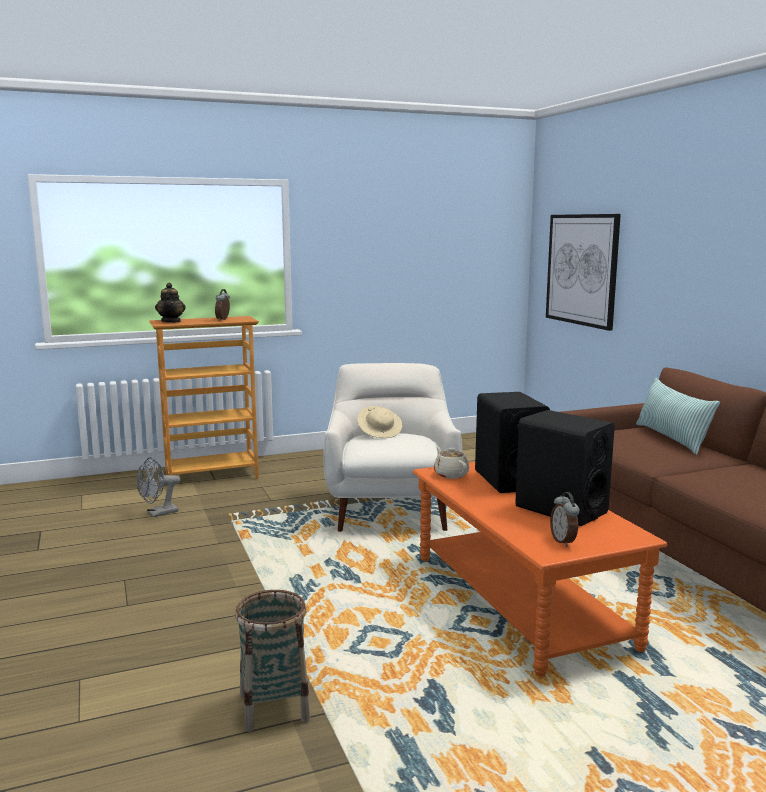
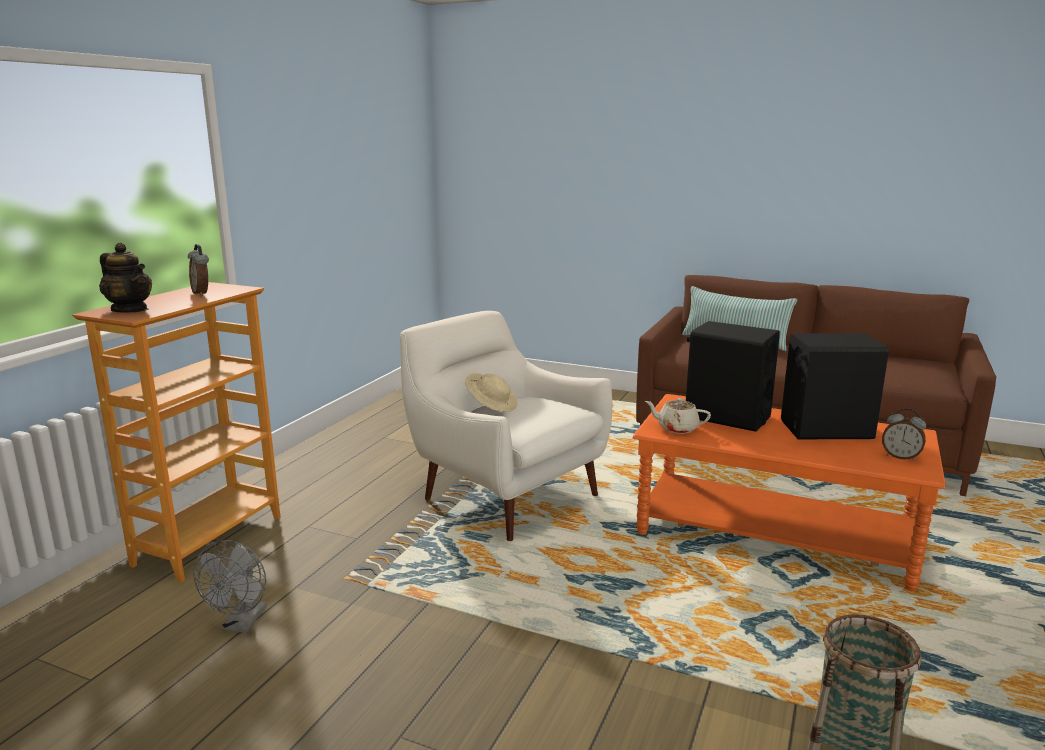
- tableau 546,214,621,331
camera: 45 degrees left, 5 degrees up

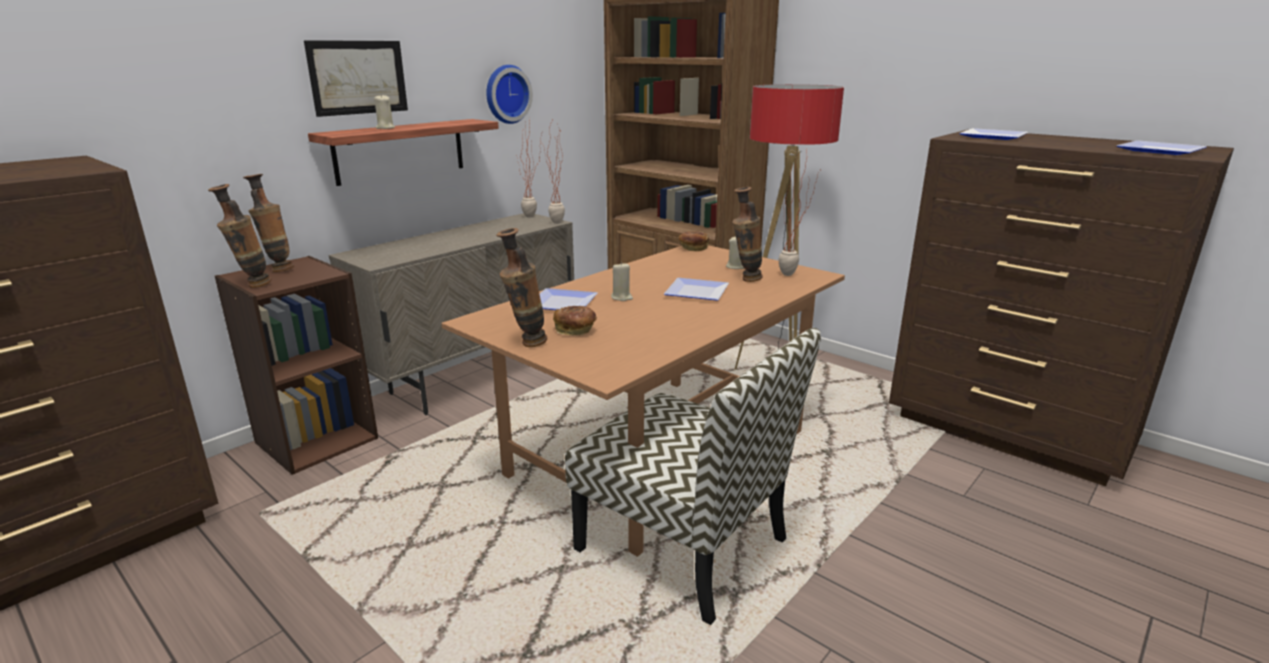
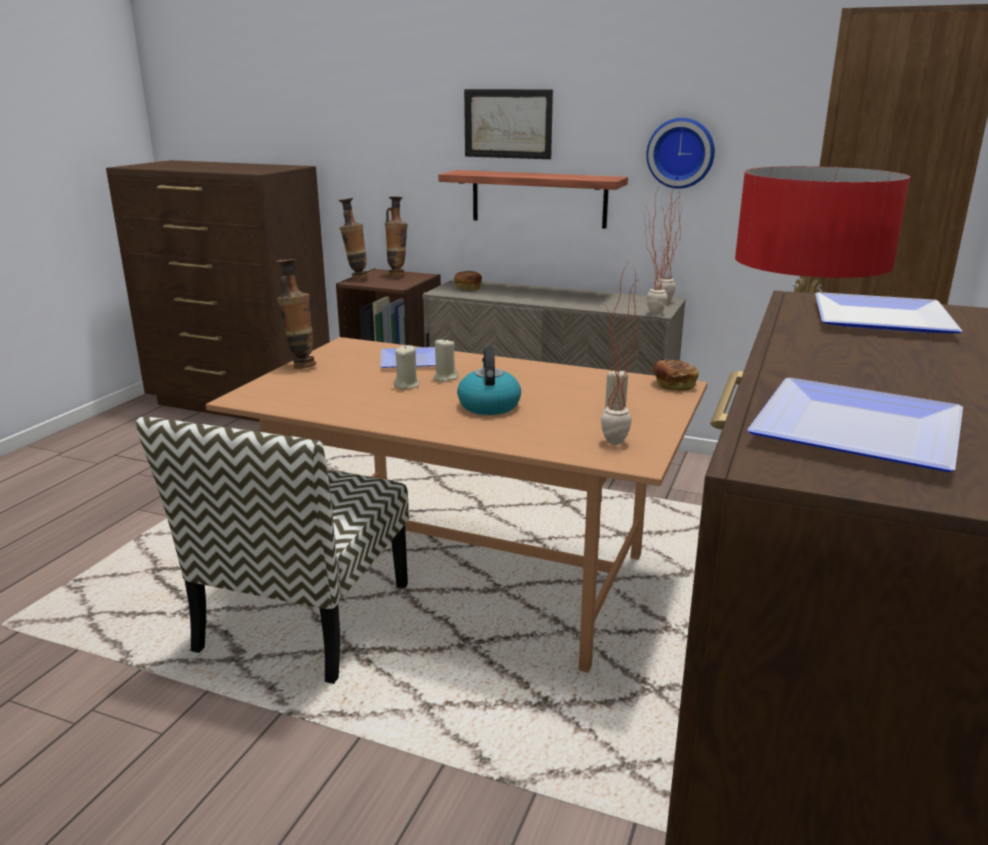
~ bougie [beige] 374,95,395,129 to 394,345,419,389
~ pain 553,306,597,336 to 454,271,482,291
~ assiette 664,278,729,301 to bouilloire 457,346,521,415
- vase 732,187,763,282
camera: 70 degrees right, 0 degrees up

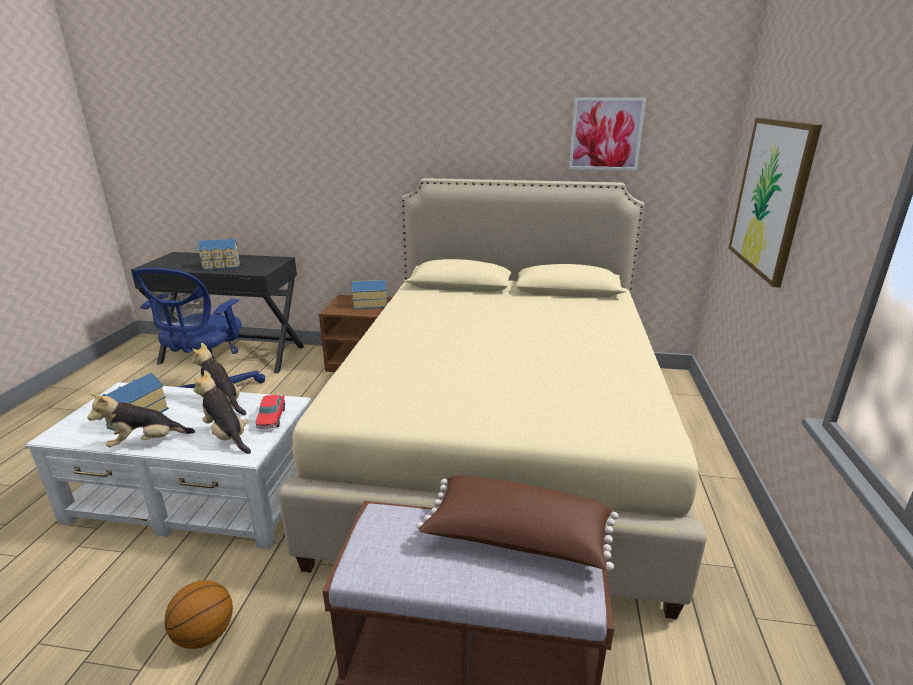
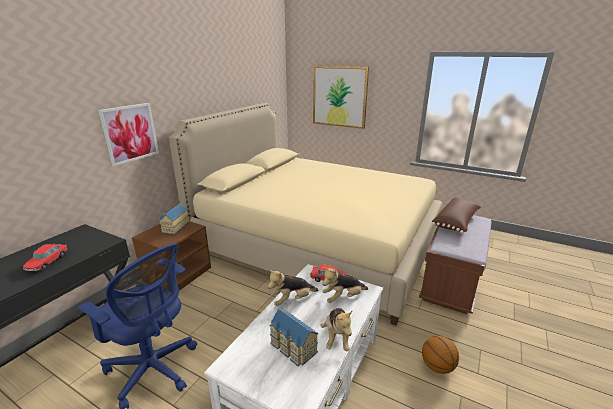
~ maison miniature 199,239,240,270 to petite voiture 23,244,67,271
~ tableau 569,97,646,170 to 98,103,159,166
camera: 70 degrees left, 0 degrees up

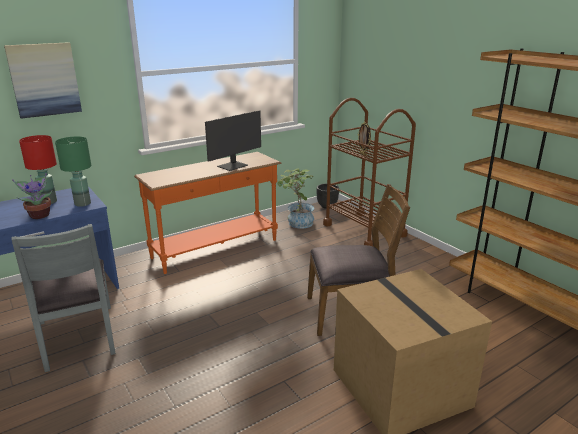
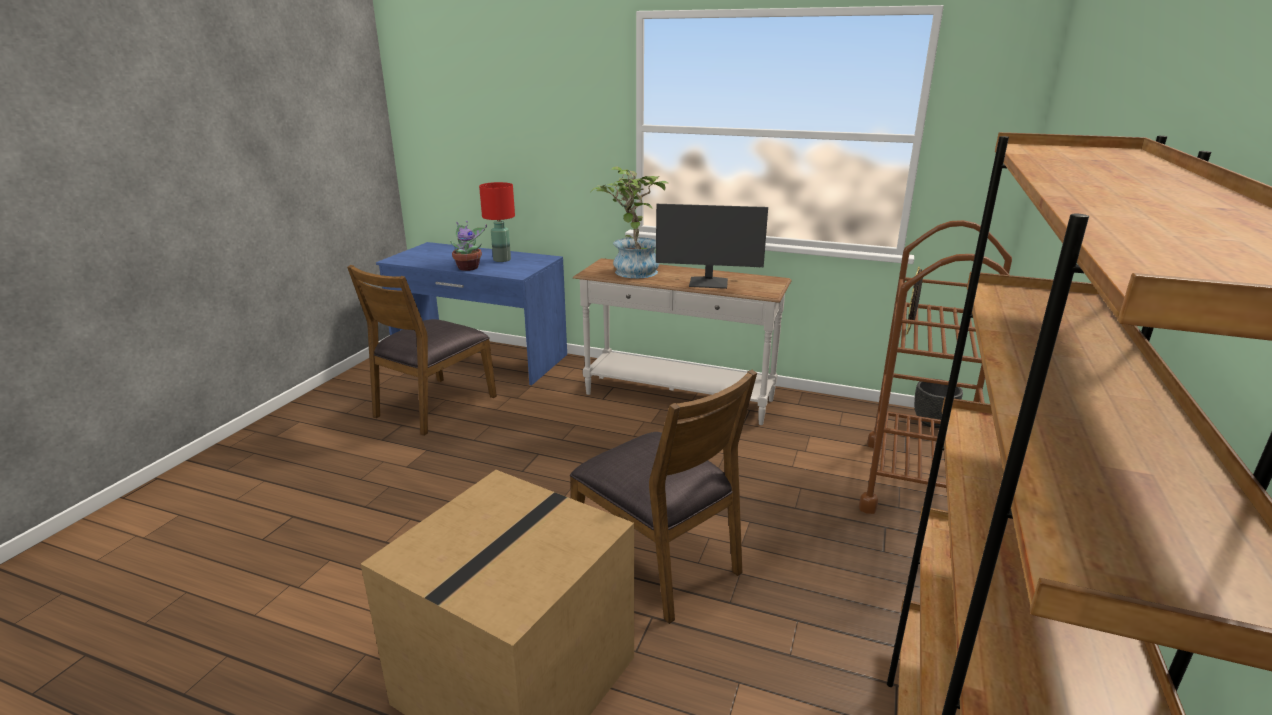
- tableau 4,42,82,119
~ chaise [gris] 11,224,116,372 to chaise [marron] 347,265,497,436
- lampe de table [vert] 55,136,91,207
~ table console [orange] 134,152,282,274 to table console [blanc] 573,258,792,425
~ plante en pot 277,168,315,229 to 590,166,669,278
camera: 55 degrees right, 0 degrees up

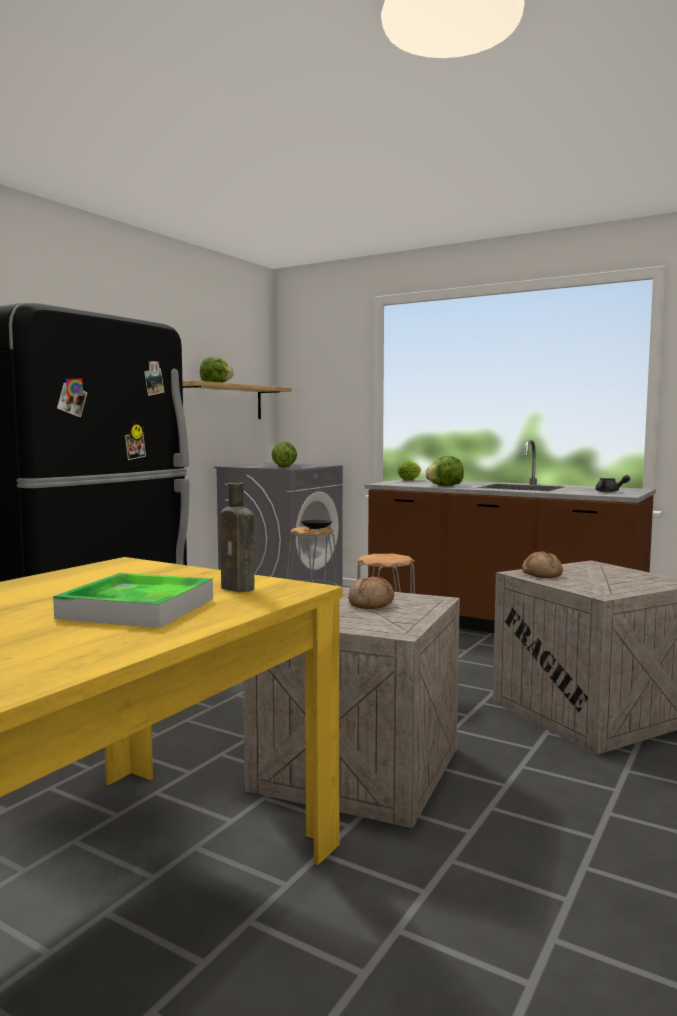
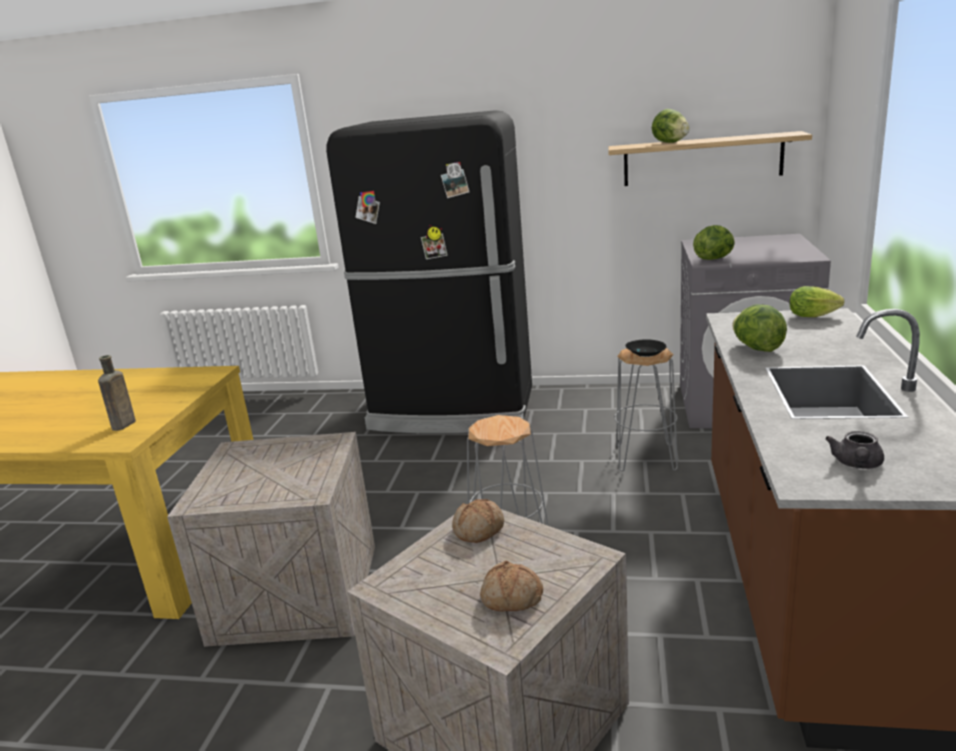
- plateau 53,573,213,628
~ pain 348,576,394,609 to 480,560,543,611
camera: 70 degrees right, 15 degrees up

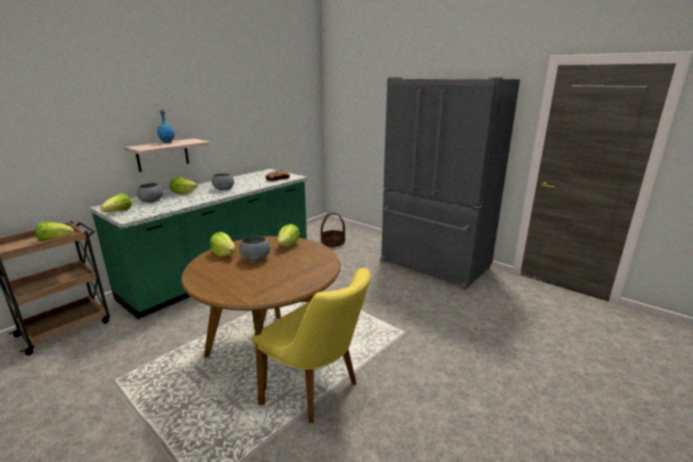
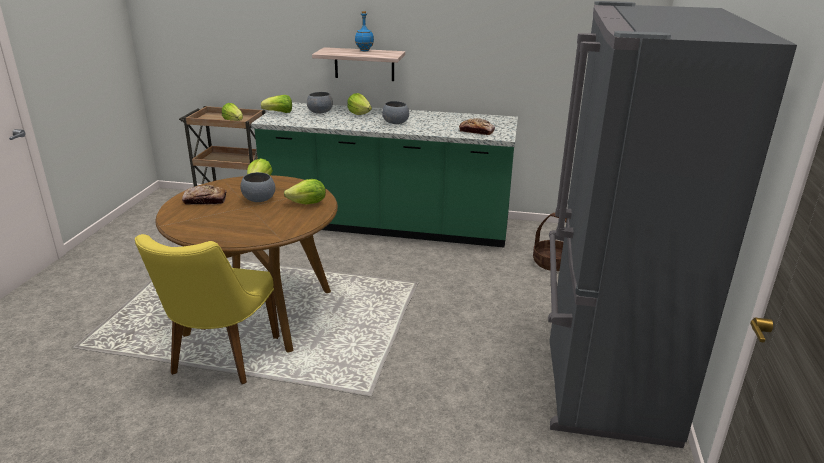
+ pain 182,185,226,205
camera: 60 degrees right, 5 degrees up

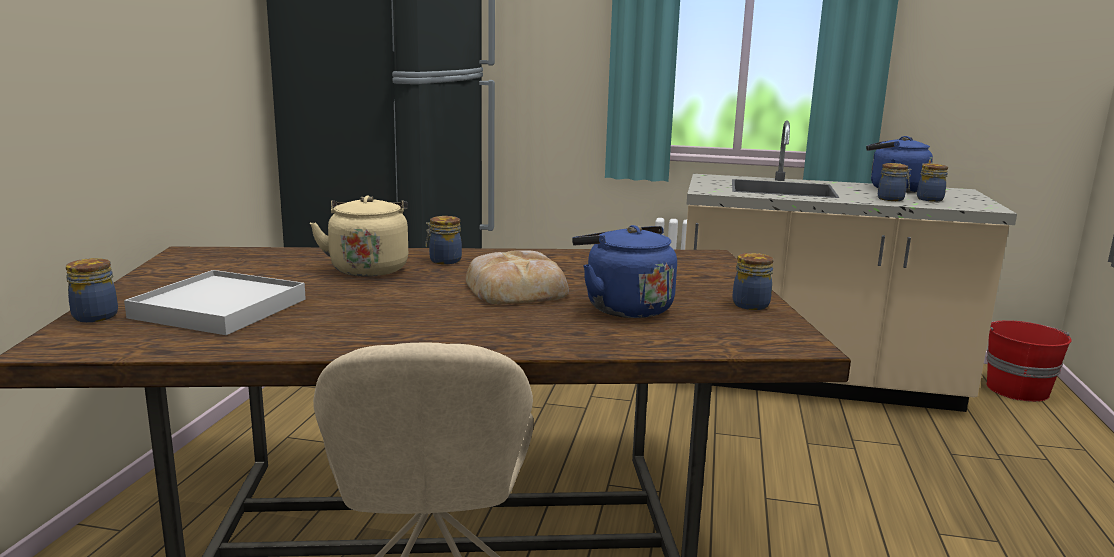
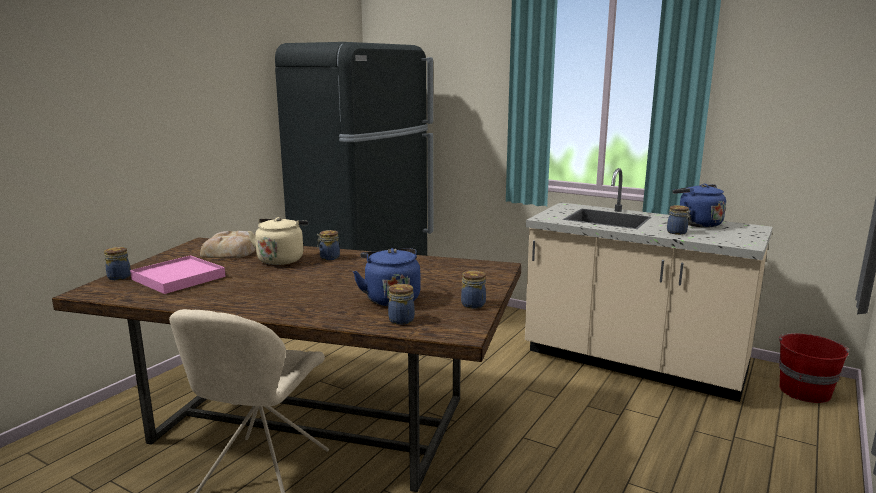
~ plateau [blanc] 124,270,306,335 to plateau [rose] 130,255,226,294
~ pain 466,250,569,304 to 200,231,256,258
~ bocal 917,163,948,202 to 388,284,415,325
camera: 20 degrees right, 0 degrees up

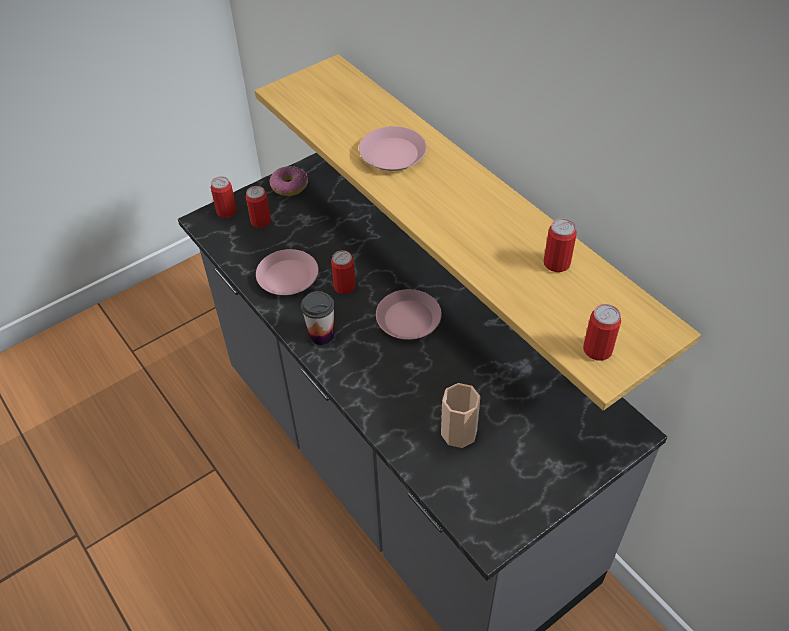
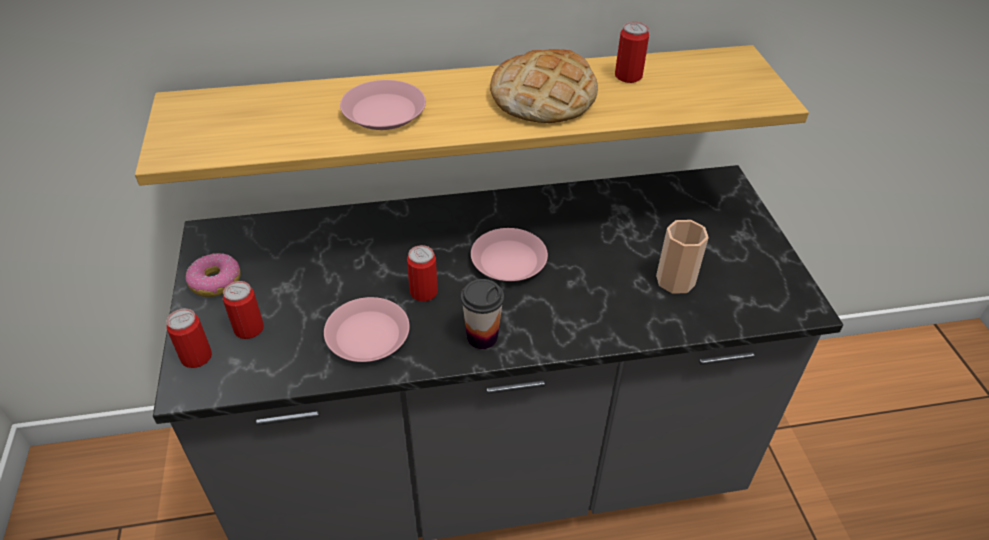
- boîte métallique 583,304,621,361
+ pain 490,49,598,123
camera: 65 degrees left, 5 degrees down

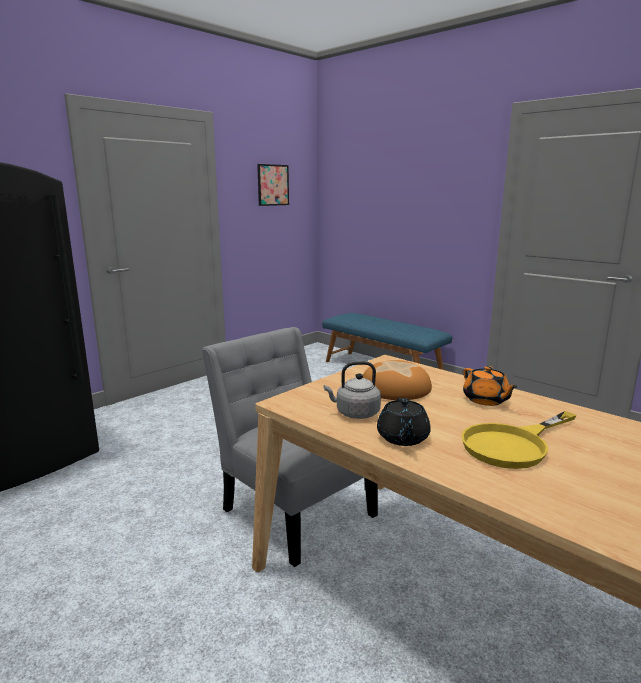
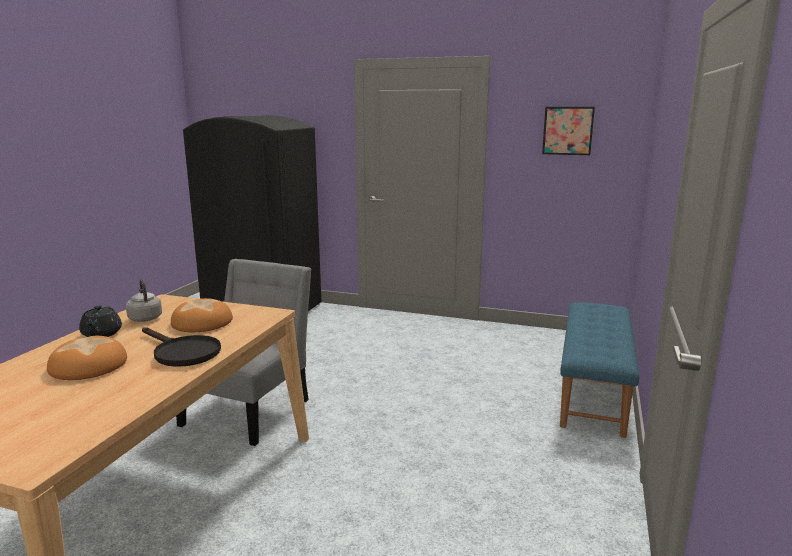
~ théière [noir] 377,397,431,446 = 79,305,122,337 75 degrees counterclockwise
~ poêle [jaune] 461,411,577,469 to pain 47,336,127,380
~ théière [orange] 463,366,518,406 to poêle [noir] 142,327,221,367
camera: 65 degrees right, 0 degrees up

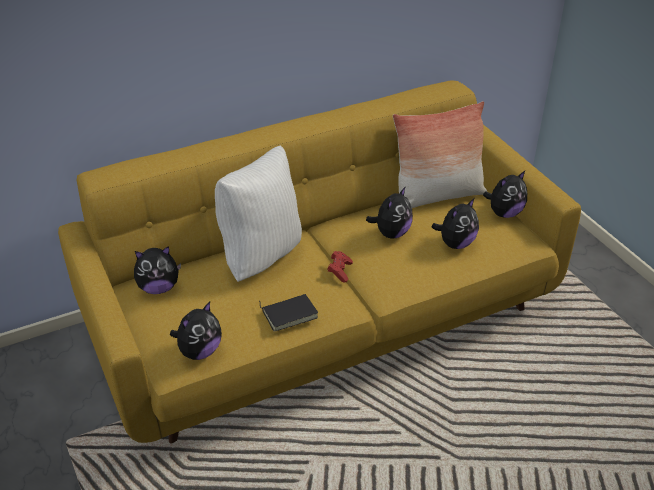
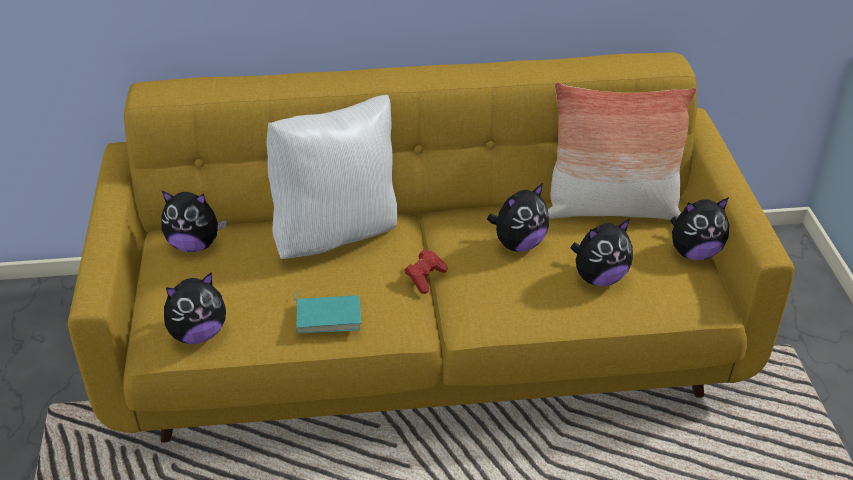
~ livre [noir] 259,294,318,332 to livre [turquoise] 294,290,361,333
camera: 20 degrees right, 0 degrees up

